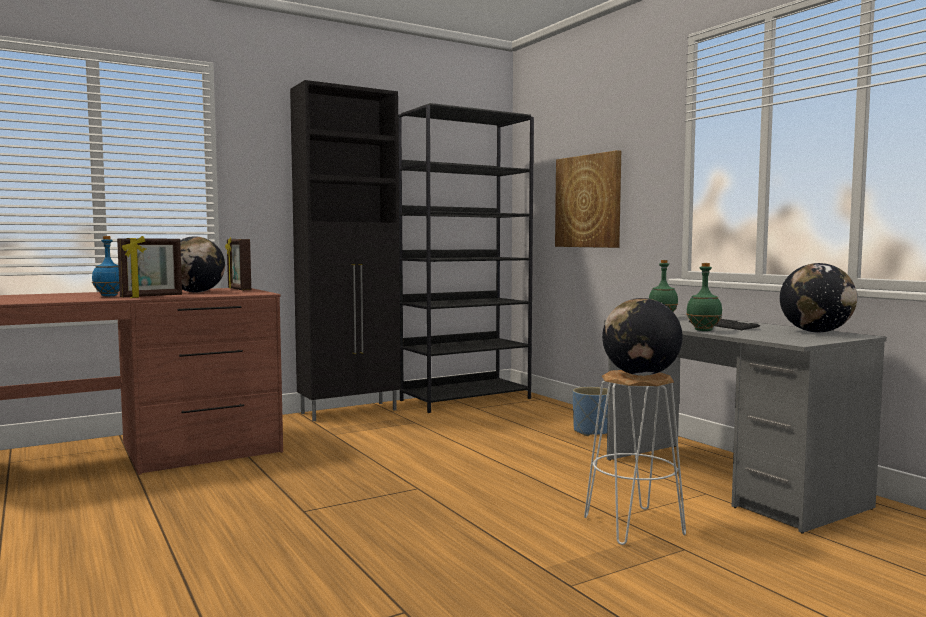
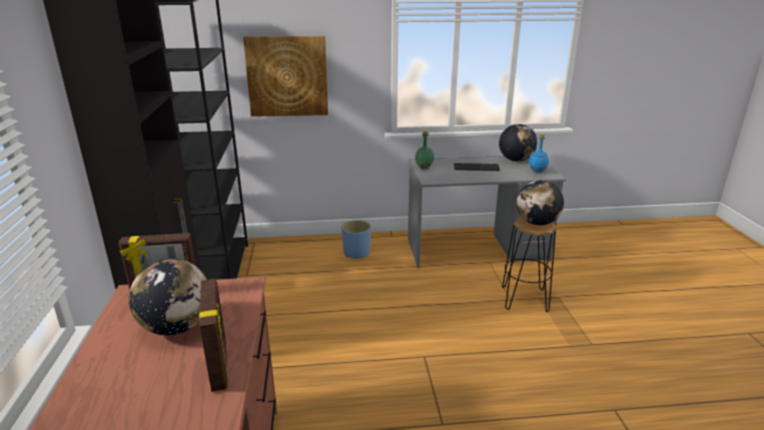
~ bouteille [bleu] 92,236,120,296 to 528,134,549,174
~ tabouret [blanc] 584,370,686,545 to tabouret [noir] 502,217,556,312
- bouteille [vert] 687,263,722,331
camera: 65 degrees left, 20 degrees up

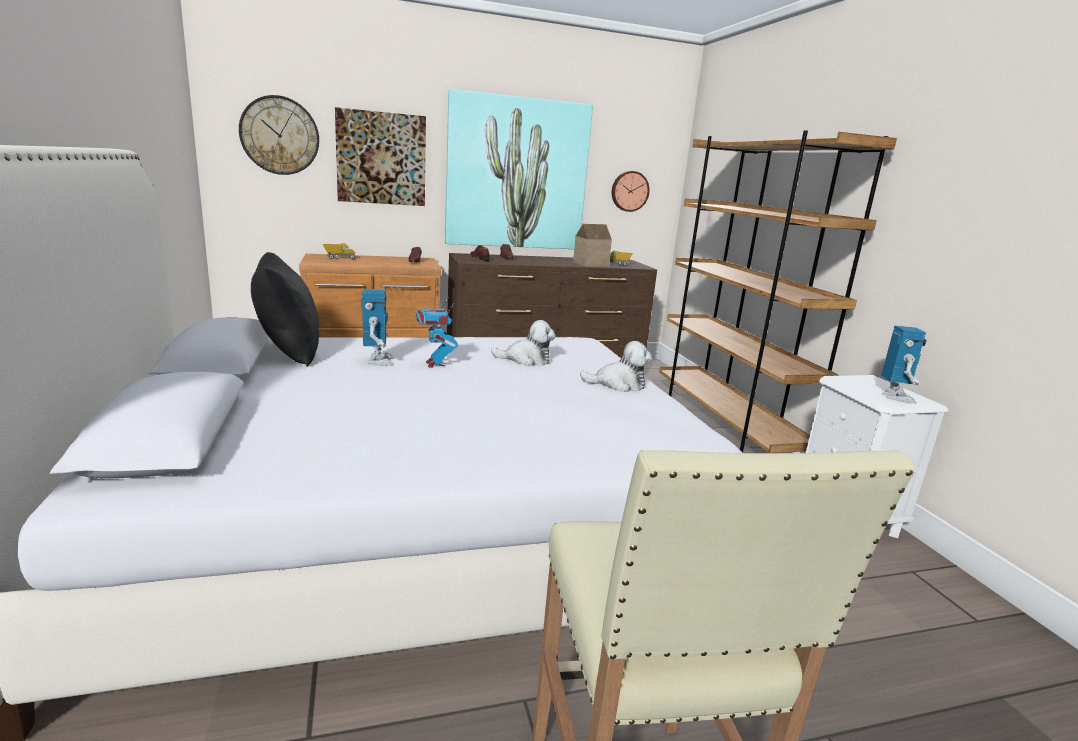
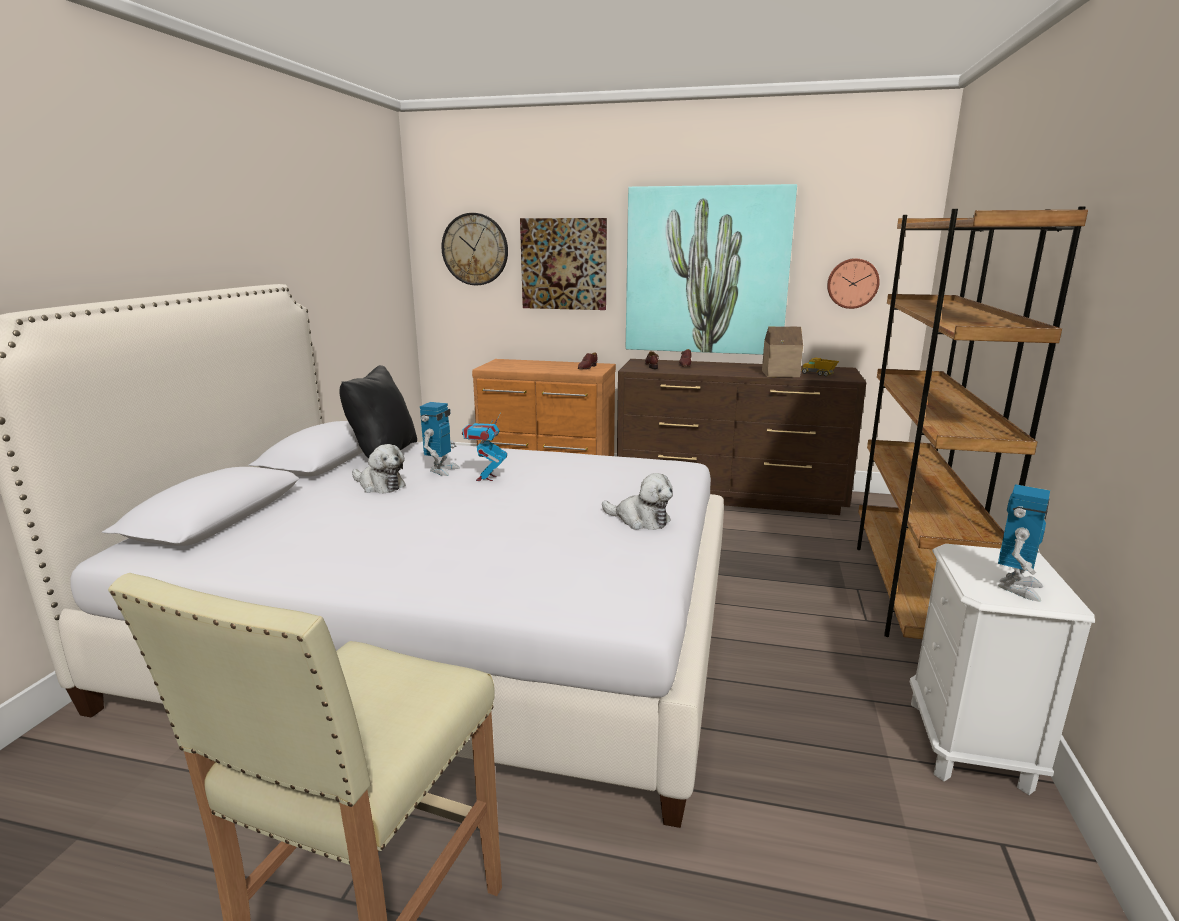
- camion jouet 323,244,355,259
~ peluche 491,320,556,366 to 352,444,406,494
camera: 30 degrees right, 0 degrees up

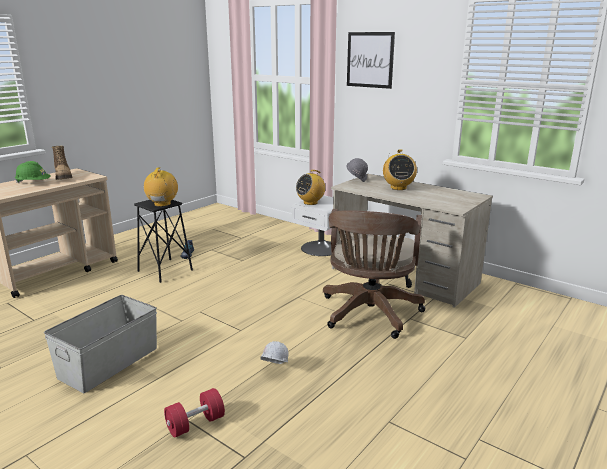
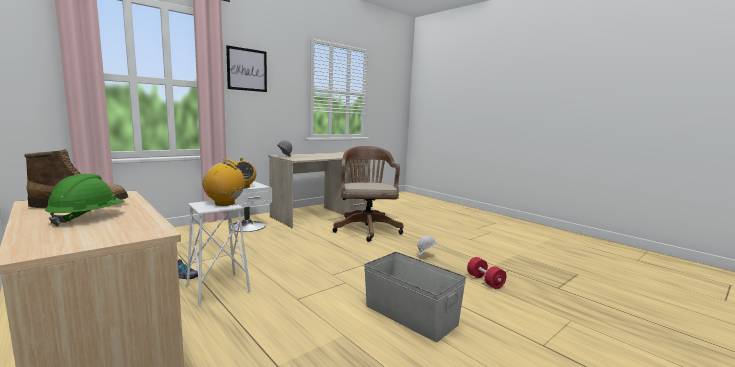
~ tabouret [noir] 134,200,193,283 to tabouret [blanc] 187,200,251,306
~ chaise de bureau [marron] 323,209,425,339 = 333,146,403,242 120 degrees counterclockwise
- radio 383,149,417,190
camera: 80 degrees left, 10 degrees down

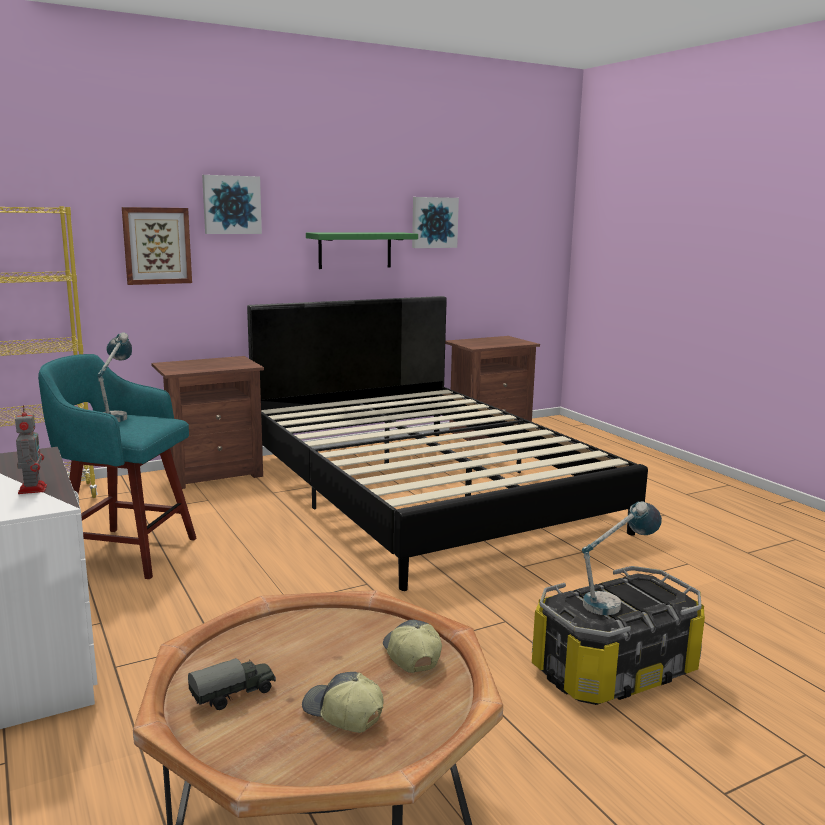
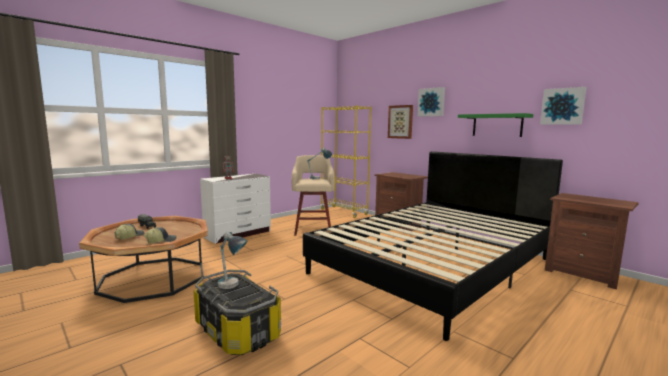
~ tabouret [turquoise] 38,354,197,579 to tabouret [beige] 292,155,335,235
camera: 75 degrees right, 5 degrees down

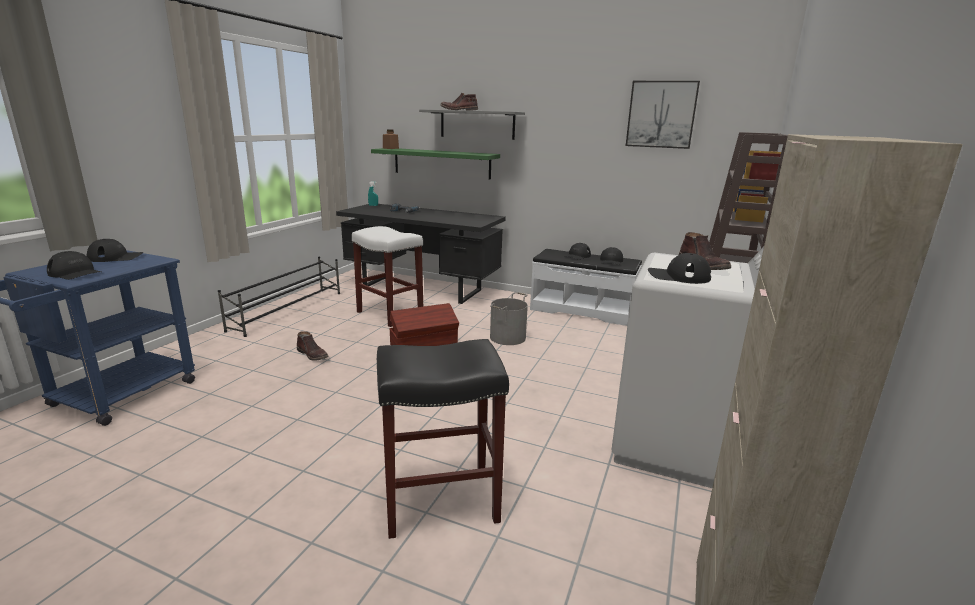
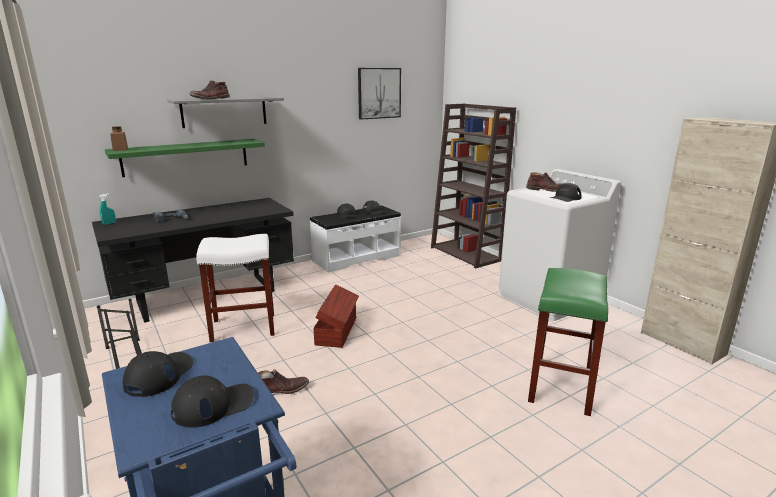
~ tabouret [noir] 377,339,509,539 to tabouret [vert] 528,268,608,416
- seau [gris] 490,292,528,345
camera: 55 degrees left, 0 degrees up

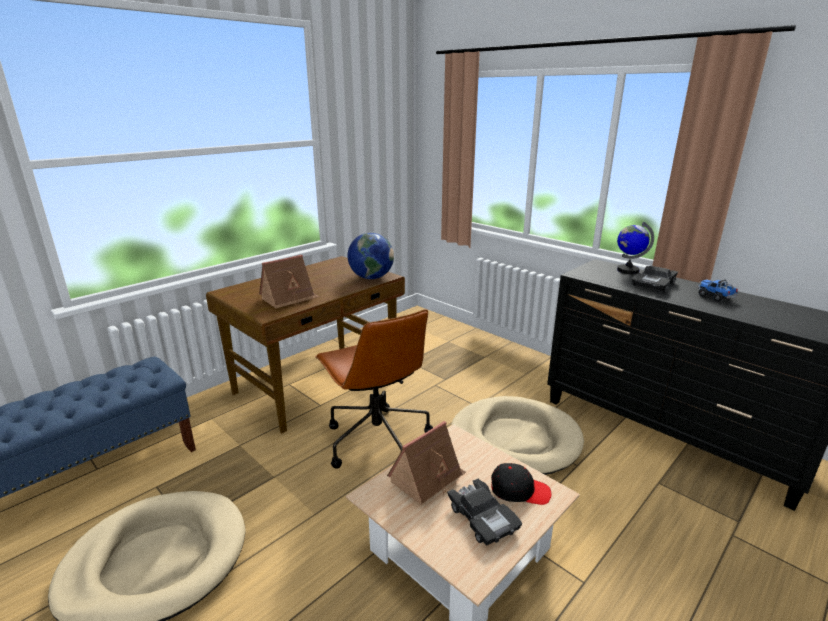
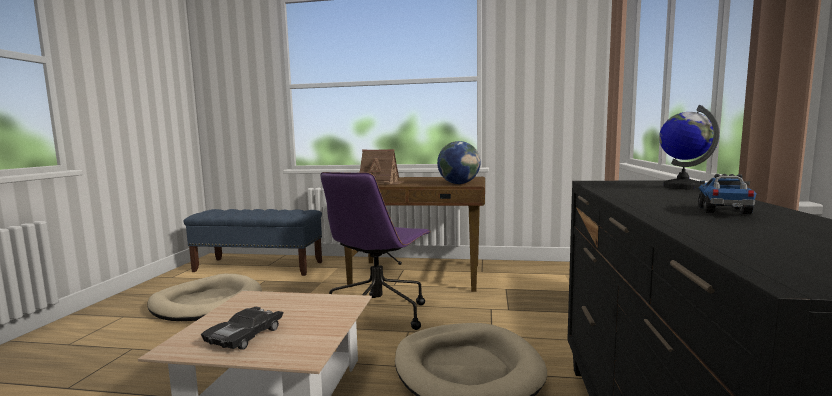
~ chaise de bureau [marron] 315,309,433,469 to chaise de bureau [violet] 321,172,431,330
- maison miniature 387,421,466,505
- casquette [noir] 491,463,551,505
- petite voiture [noir] 632,266,678,293
camera: 55 degrees right, 15 degrees down

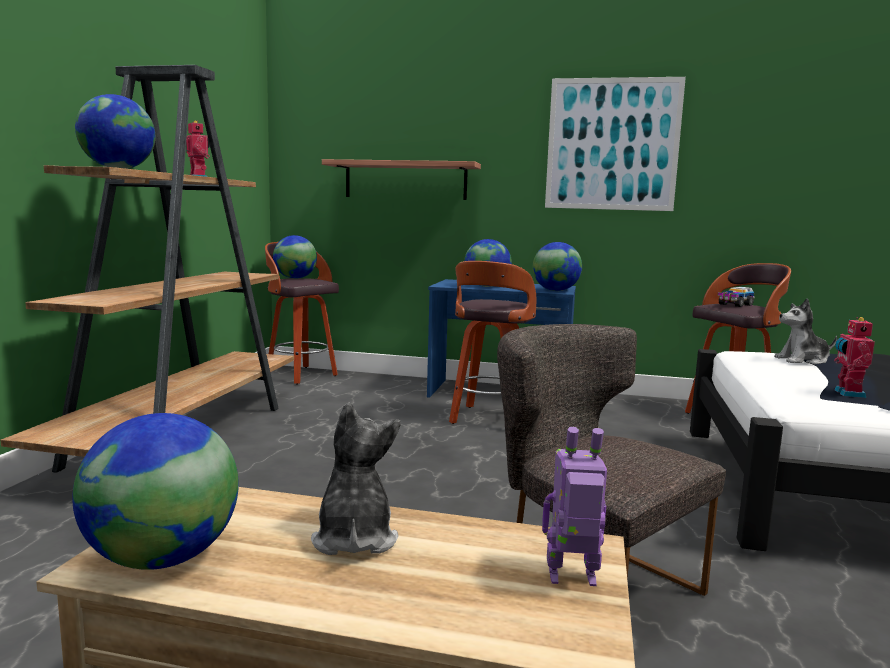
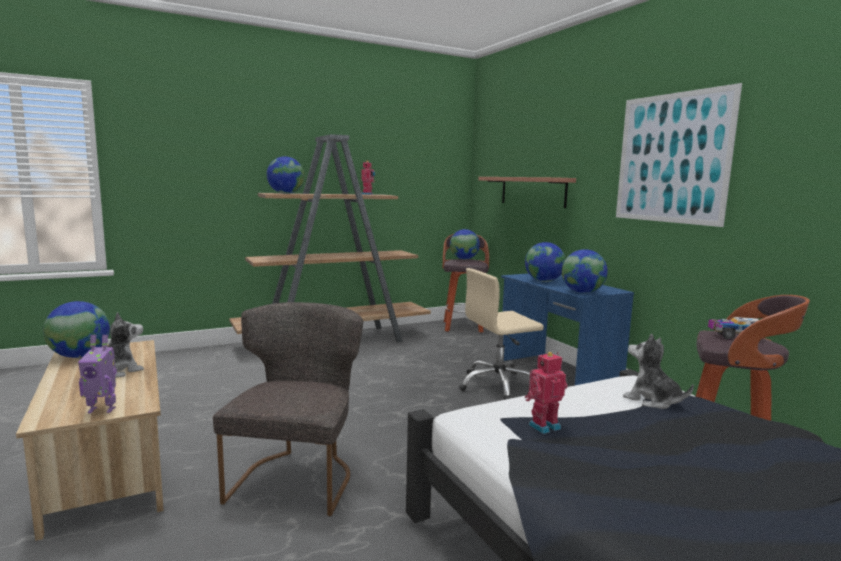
~ tabouret 449,261,536,424 to chaise de bureau [beige] 459,268,544,400
~ robot jouet 542,427,607,586 = 78,335,117,413 120 degrees clockwise
camera: 50 degrees right, 0 degrees up

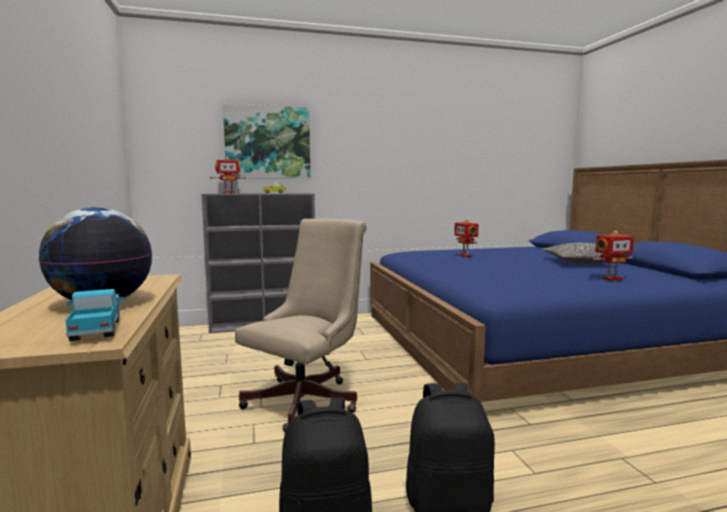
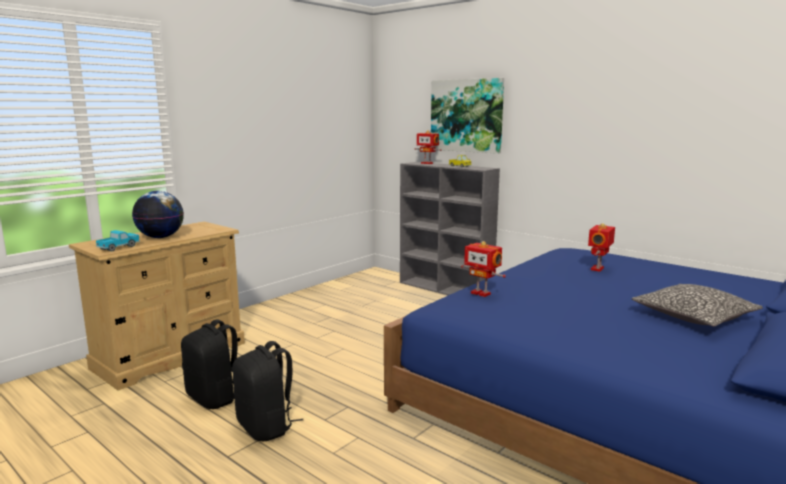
- chaise de bureau [beige] 235,219,366,432
~ robot jouet 593,231,634,281 to 461,241,506,297
camera: 55 degrees right, 5 degrees up

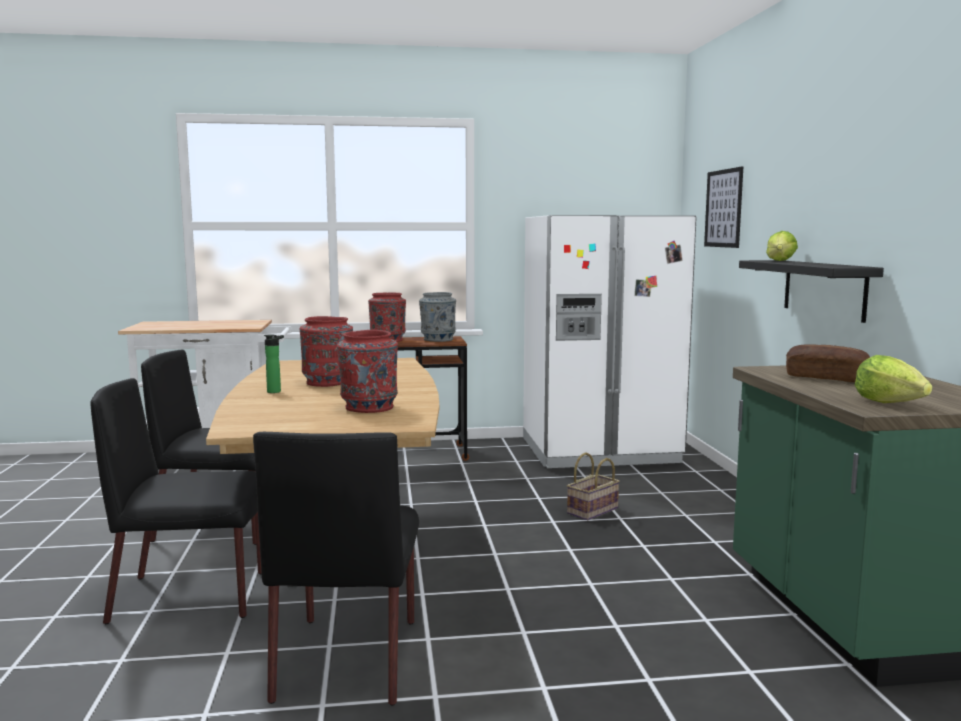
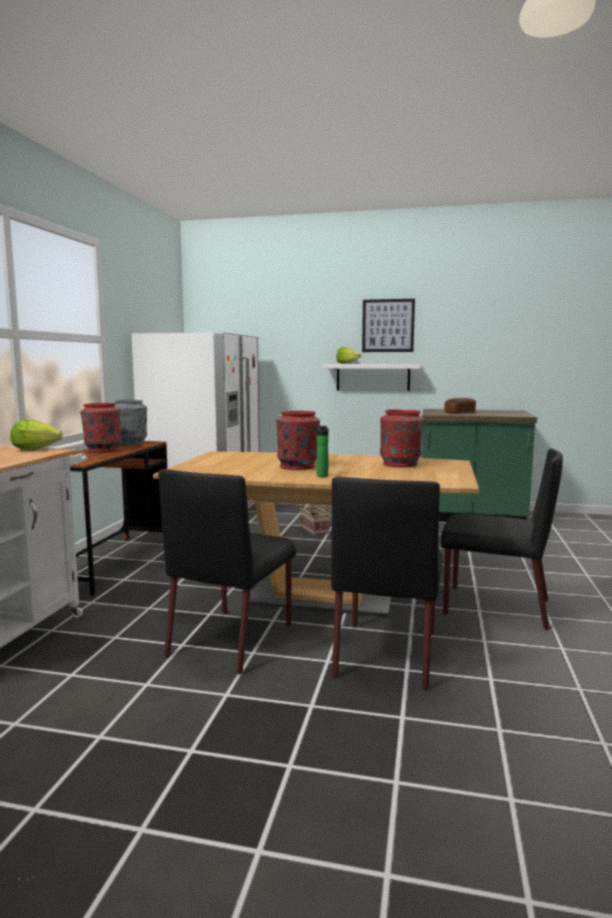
~ tableau 704,167,743,248 to 362,299,415,352
~ étagère [noir] 739,260,884,323 to étagère [blanc] 323,364,421,391
~ laitue 855,355,932,403 to 10,420,63,450
camera: 70 degrees left, 0 degrees up

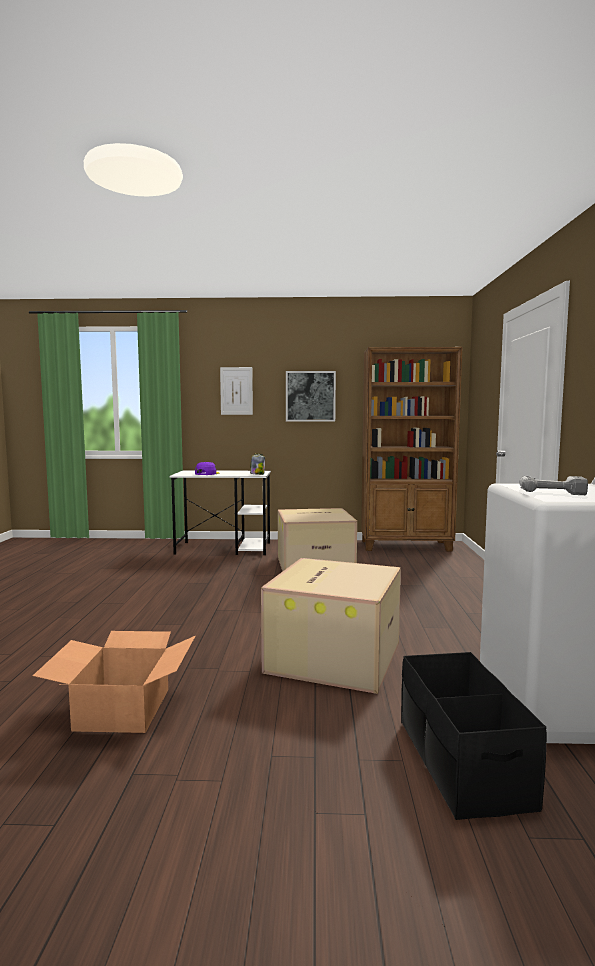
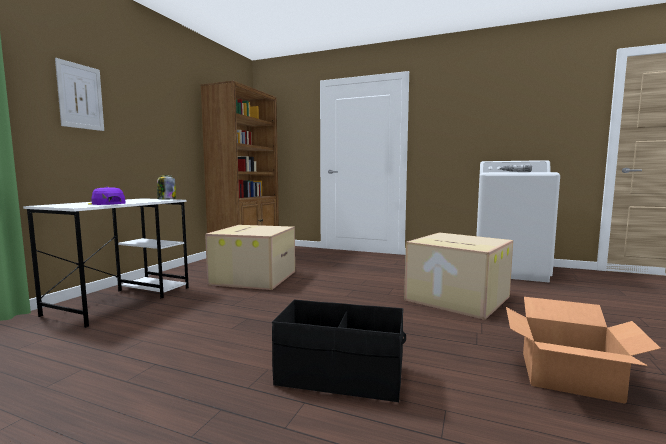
- tableau 286,371,336,421
~ boîte de rangement [noir] 401,652,547,820 to 272,300,406,402
camera: 70 degrees left, 0 degrees up

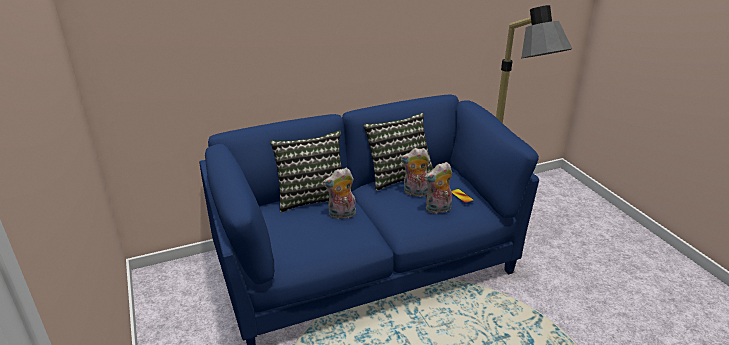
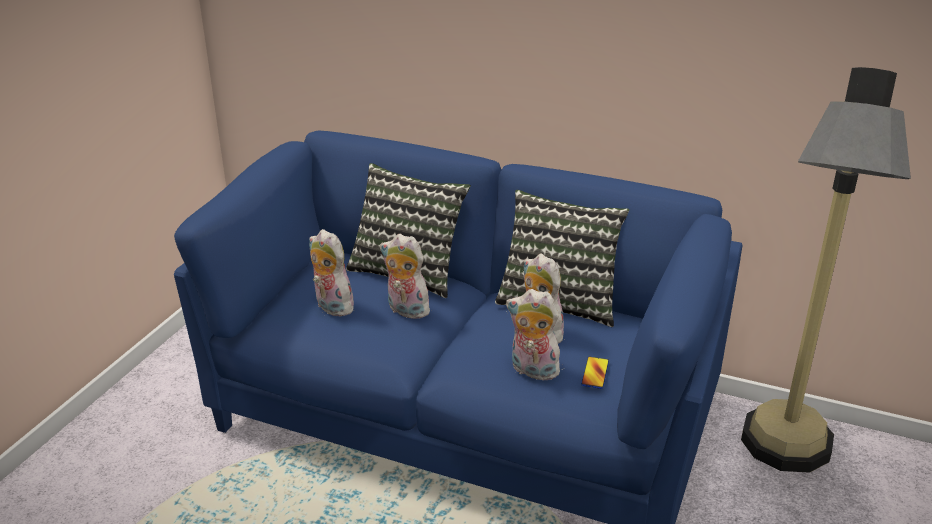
+ peluche 309,229,354,316
camera: 45 degrees right, 0 degrees up

